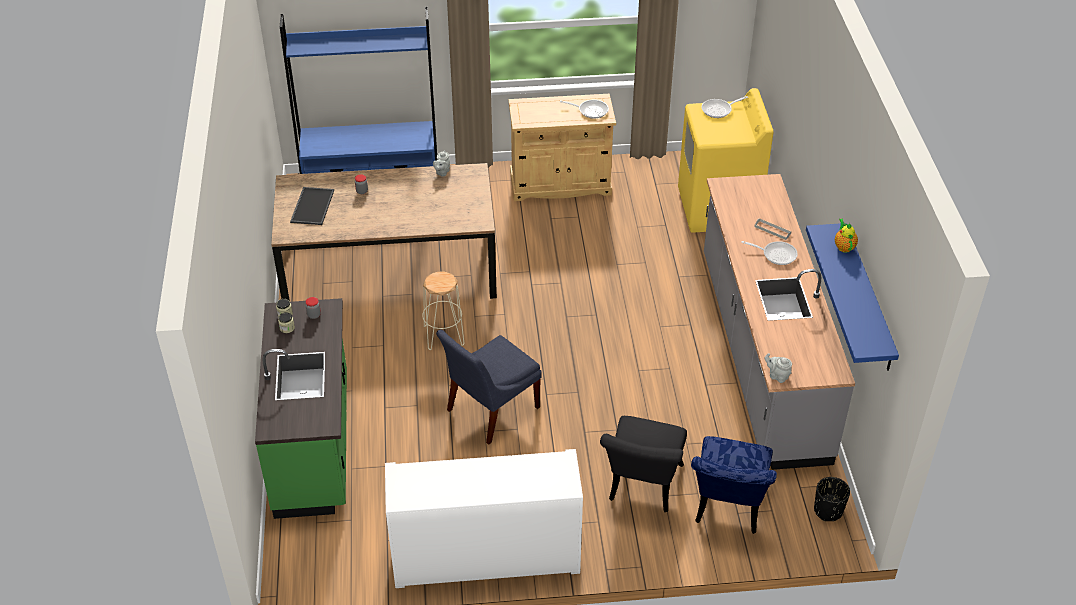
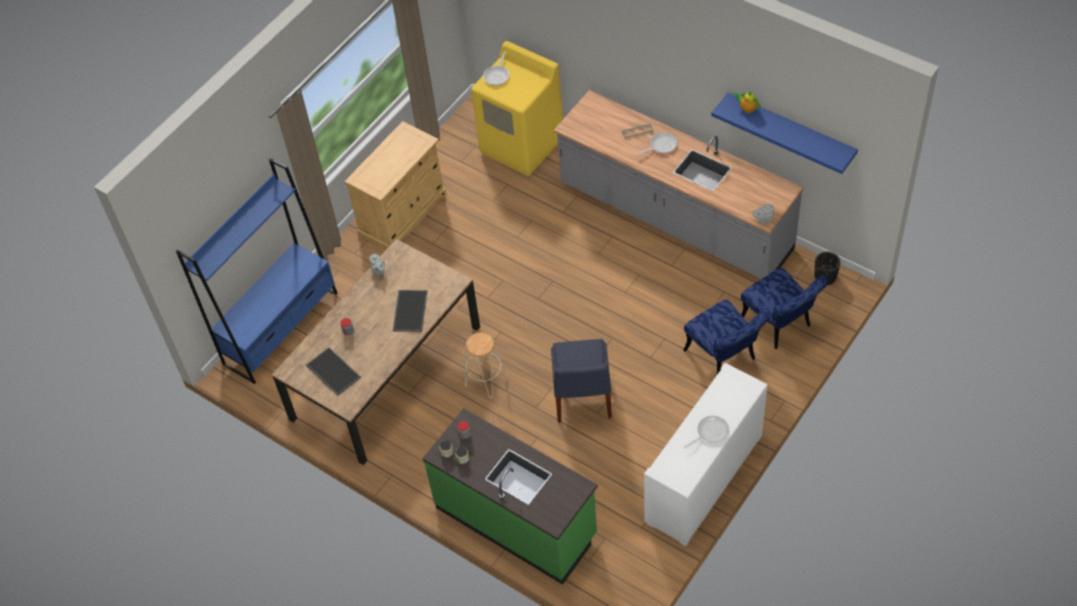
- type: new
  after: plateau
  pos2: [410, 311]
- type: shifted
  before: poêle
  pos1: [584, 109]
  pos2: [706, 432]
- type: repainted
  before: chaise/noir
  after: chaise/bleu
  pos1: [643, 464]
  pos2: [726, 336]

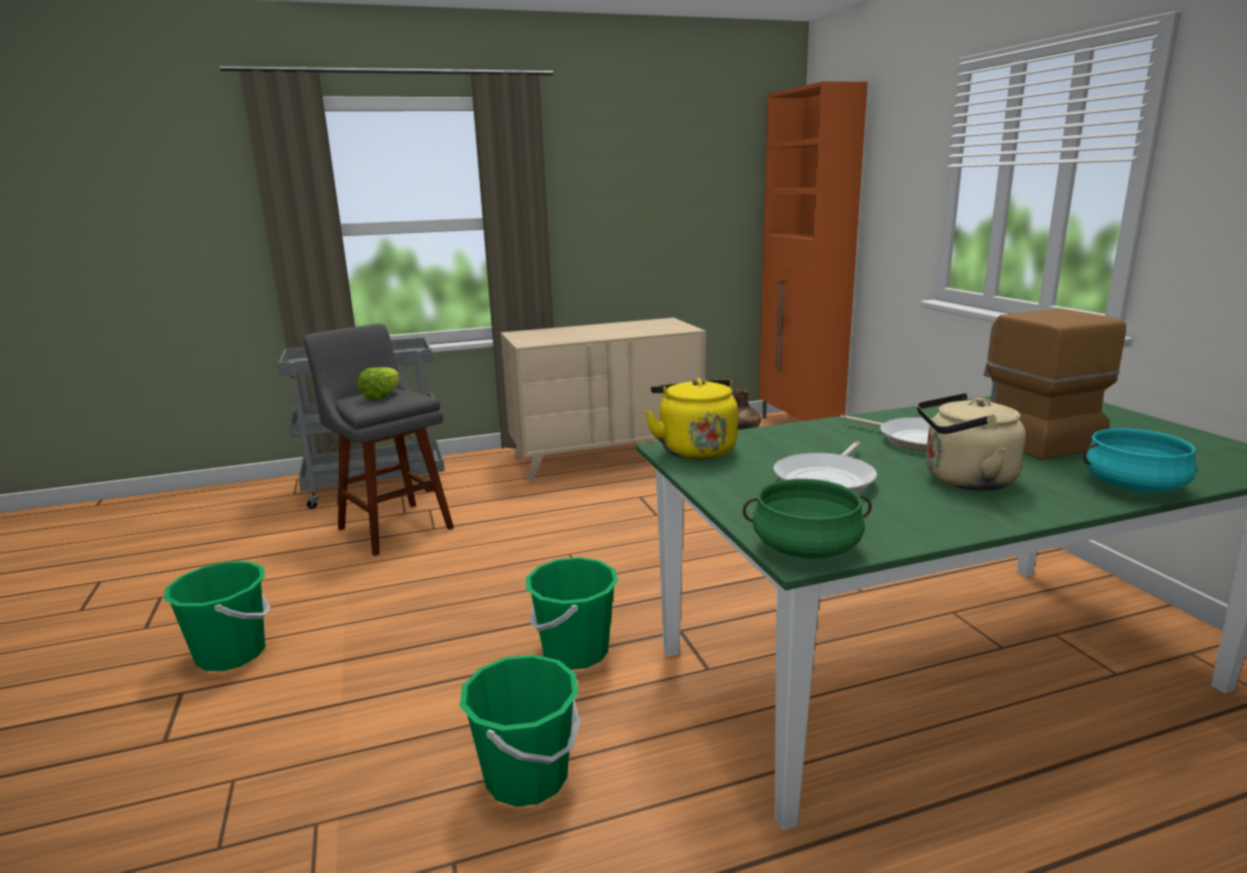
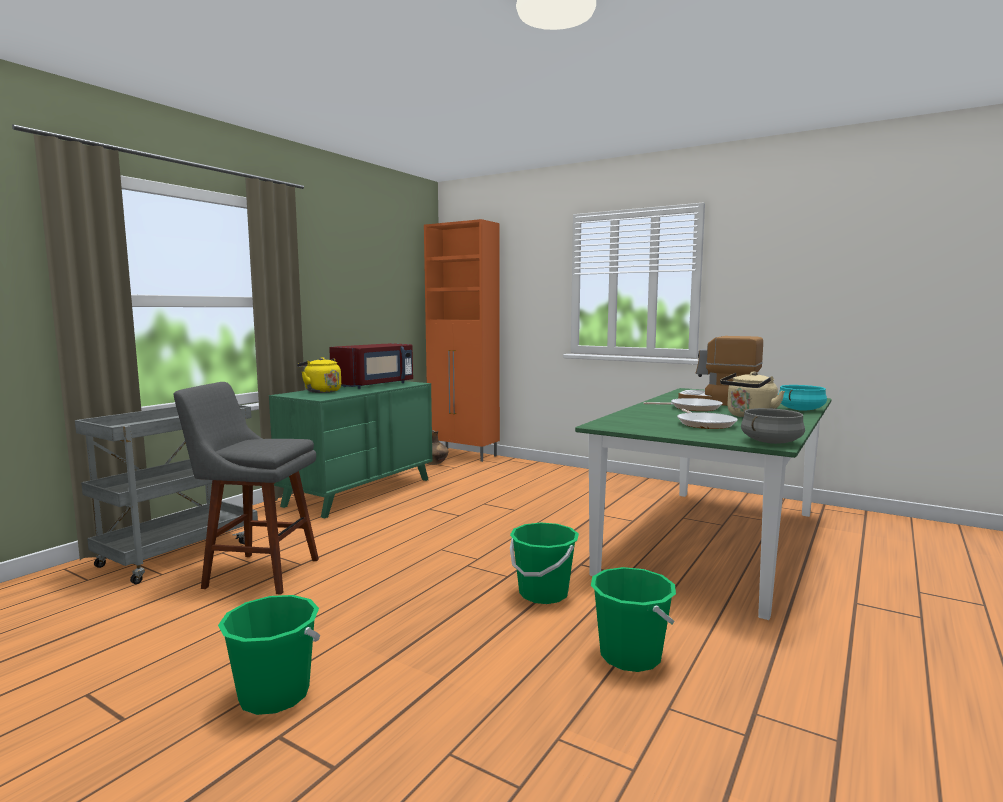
- type: gone
  before: laitue
  pos1: [378, 383]
- type: new
  after: micro-ondes/rouge
  pos2: [371, 366]
- type: shifted
  before: bouilloire/jaune
  pos1: [691, 419]
  pos2: [319, 375]
- type: repainted
  before: commode/beige
  after: commode/vert
  pos1: [603, 399]
  pos2: [350, 449]
- type: repainted
  before: marmite/vert
  after: marmite/gris
  pos1: [807, 519]
  pos2: [773, 426]

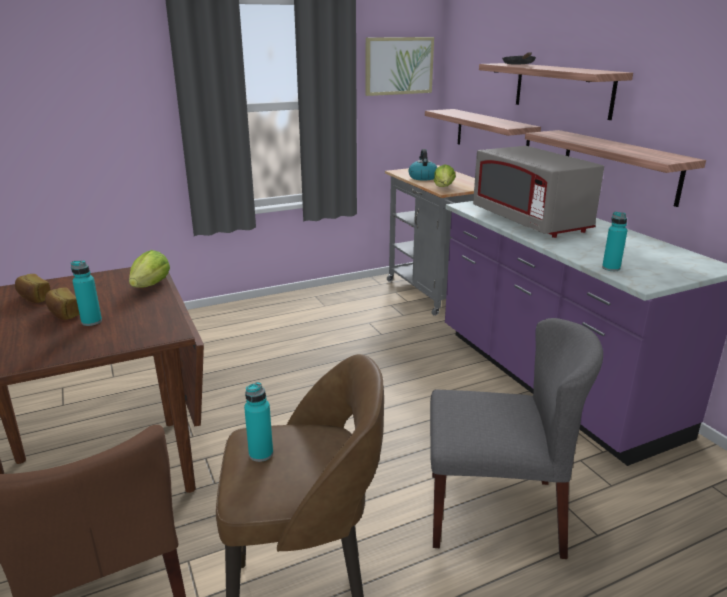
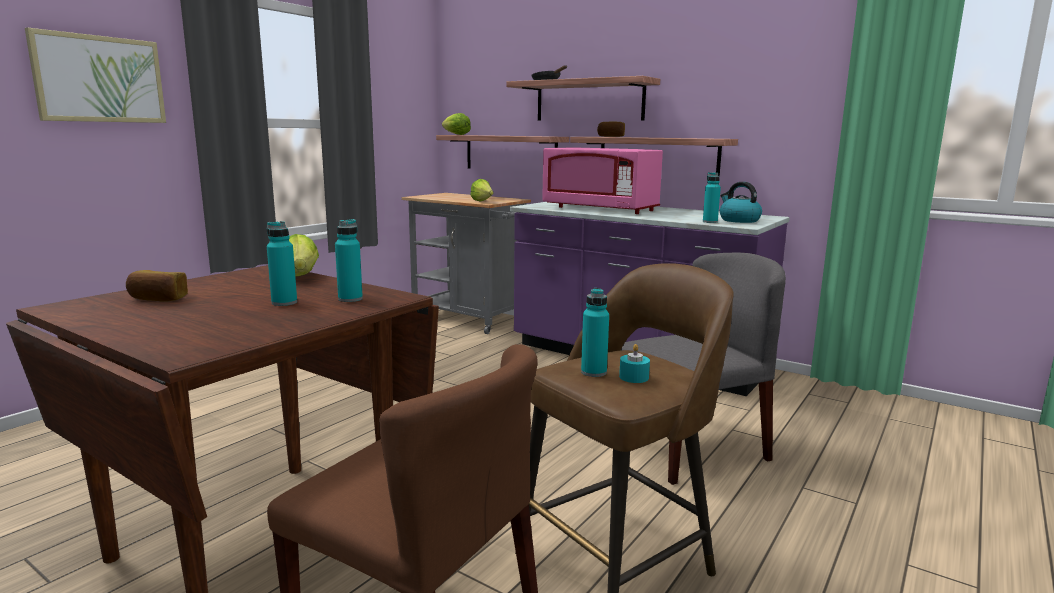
- type: new
  after: bouteille/turquoise
  pos2: [349, 260]
- type: new
  after: laitue
  pos2: [456, 124]
- type: new
  after: bougie/turquoise
  pos2: [634, 363]
- type: shifted
  before: pain
  pos1: [62, 303]
  pos2: [611, 129]
- type: shifted
  before: tableau
  pos1: [400, 66]
  pos2: [95, 75]
- type: shifted
  before: bouilloire
  pos1: [423, 165]
  pos2: [741, 202]
- type: repainted
  before: micro-ondes/gris
  after: micro-ondes/rose
  pos1: [538, 192]
  pos2: [602, 180]

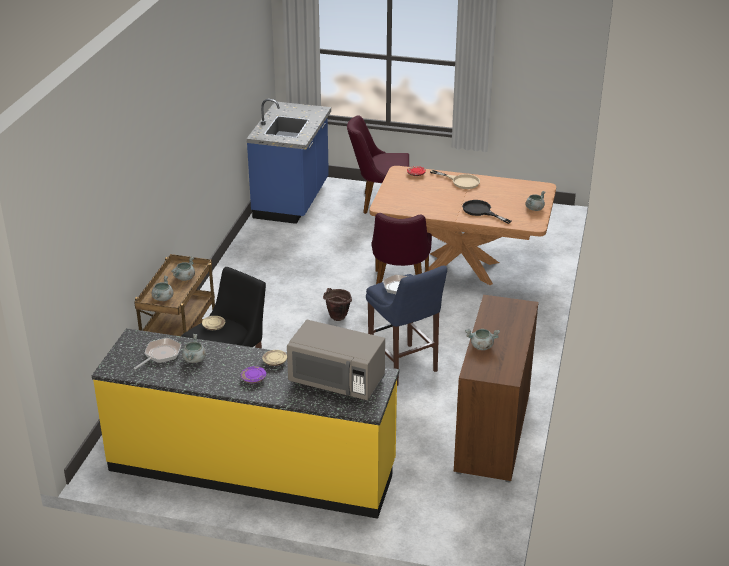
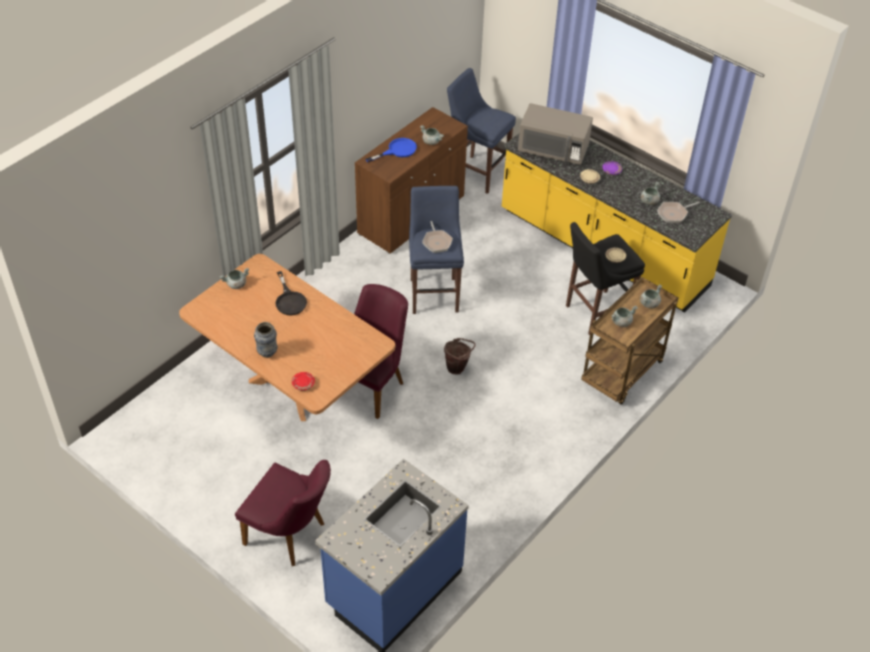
- type: new
  after: poêle/bleu
  pos2: [391, 150]
- type: new
  after: tabouret/bleu
  pos2: [481, 131]
- type: swapped
  before: poêle/beige
  after: vase
  pos1: [455, 179]
  pos2: [266, 340]
- type: rotated
  before: micro-ondes/gris
  pos1: [336, 360]
  pos2: [555, 134]
  turn: 150

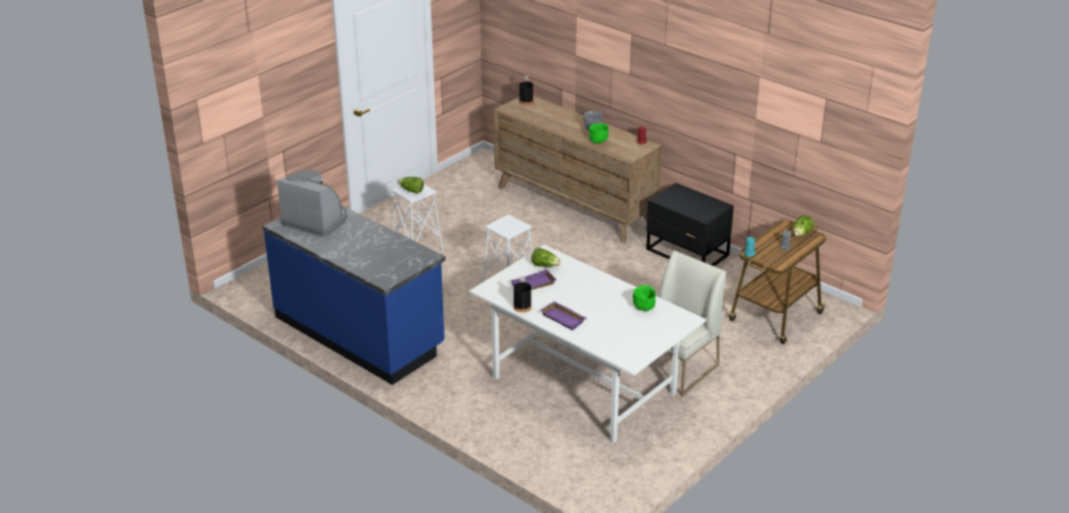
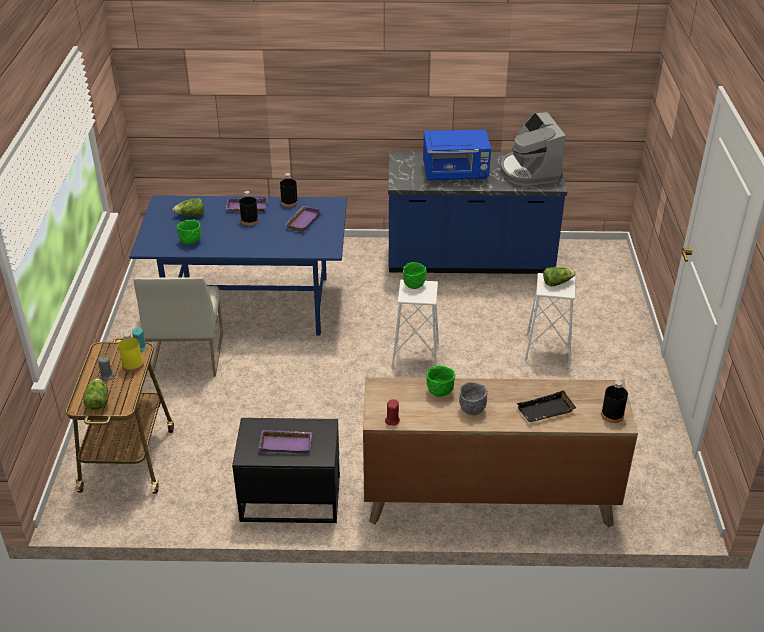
- type: new
  after: bouteille/jaune
  pos2: [131, 352]
- type: new
  after: bouteille/noir
  pos2: [248, 208]
- type: new
  after: plateau/violet
  pos2: [285, 442]
- type: new
  after: bol/vert
  pos2: [415, 275]
- type: new
  after: micro-ondes/bleu
  pos2: [457, 155]
- type: new
  after: plateau/noir
  pos2: [546, 406]
- type: shifted
  before: laitue
  pos1: [546, 257]
  pos2: [188, 207]
- type: repainted
  before: table à manger/blanc
  after: table à manger/bleu
  pos1: [587, 344]
  pos2: [238, 266]
- type: rotated
  before: machine à café
  pos1: [312, 203]
  pos2: [533, 149]
  turn: 90

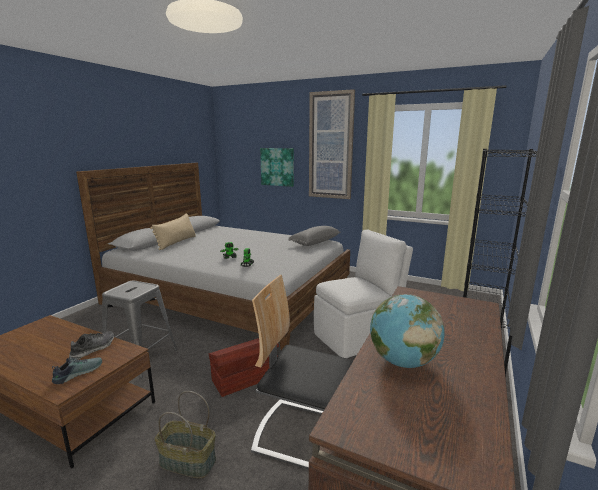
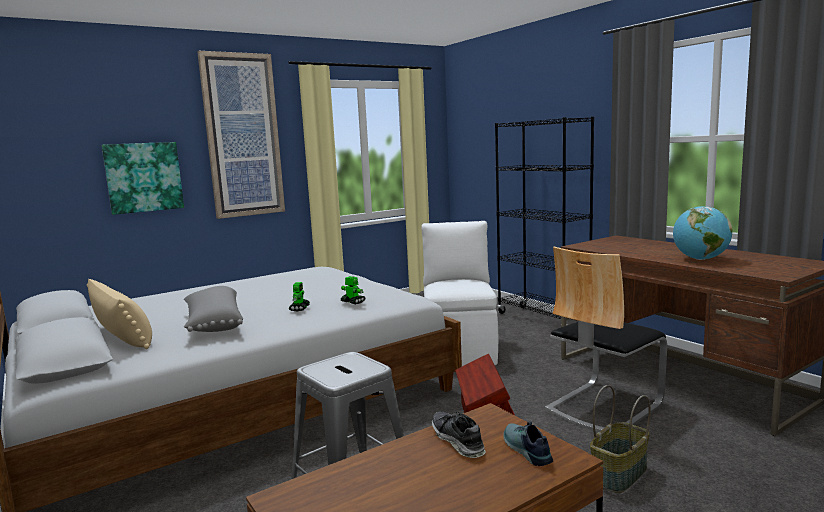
- type: shifted
  before: coussin/gris
  pos1: [314, 236]
  pos2: [213, 309]

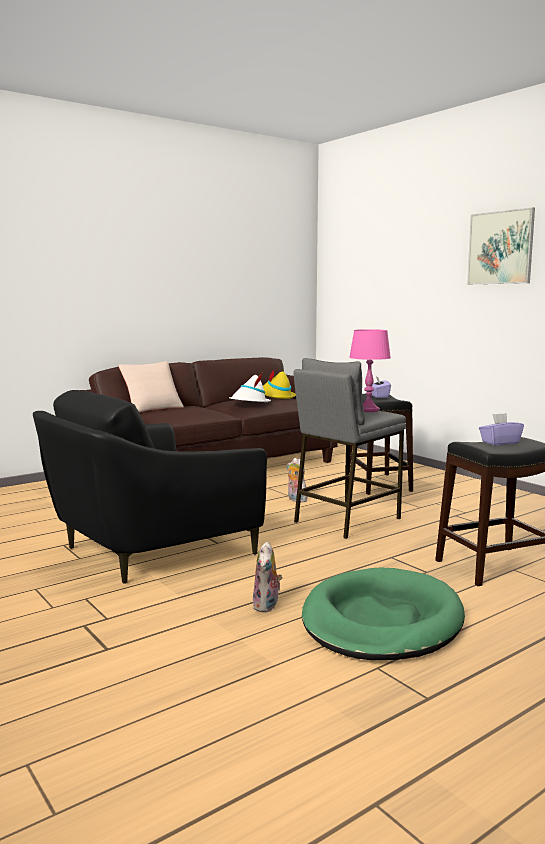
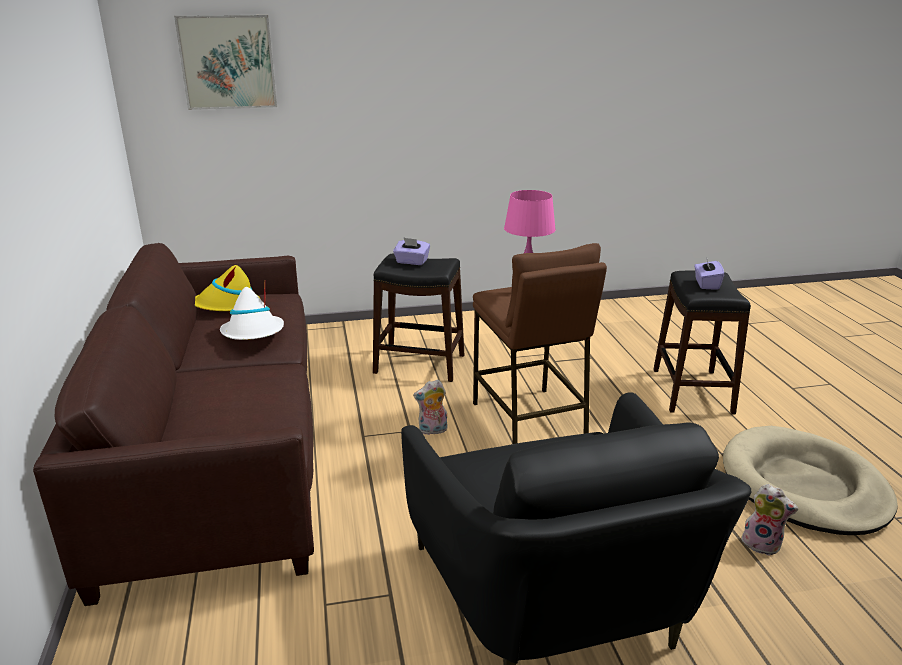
- type: gone
  before: coussin/beige
  pos1: [151, 387]
- type: shifted
  before: tableau
  pos1: [501, 245]
  pos2: [225, 62]
- type: repainted
  before: tabouret/gris
  after: tabouret/marron
  pos1: [349, 448]
  pos2: [540, 343]
- type: repainted
  before: panier pour chien/vert
  after: panier pour chien/beige
  pos1: [383, 614]
  pos2: [810, 480]

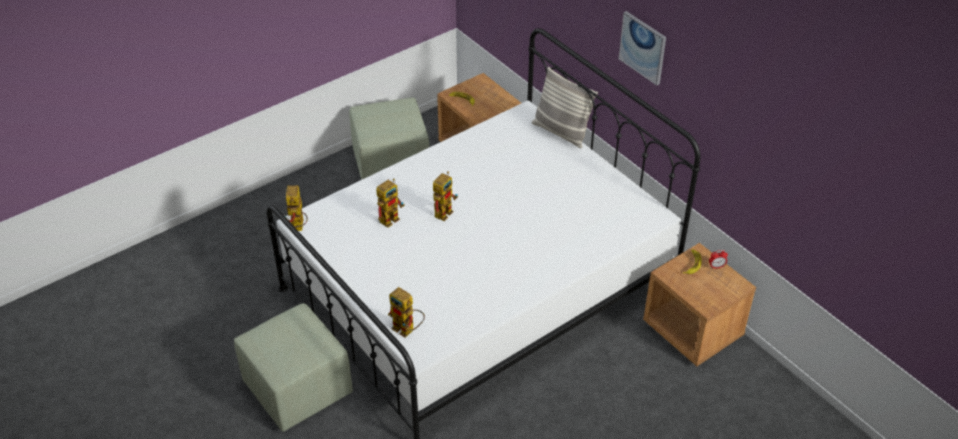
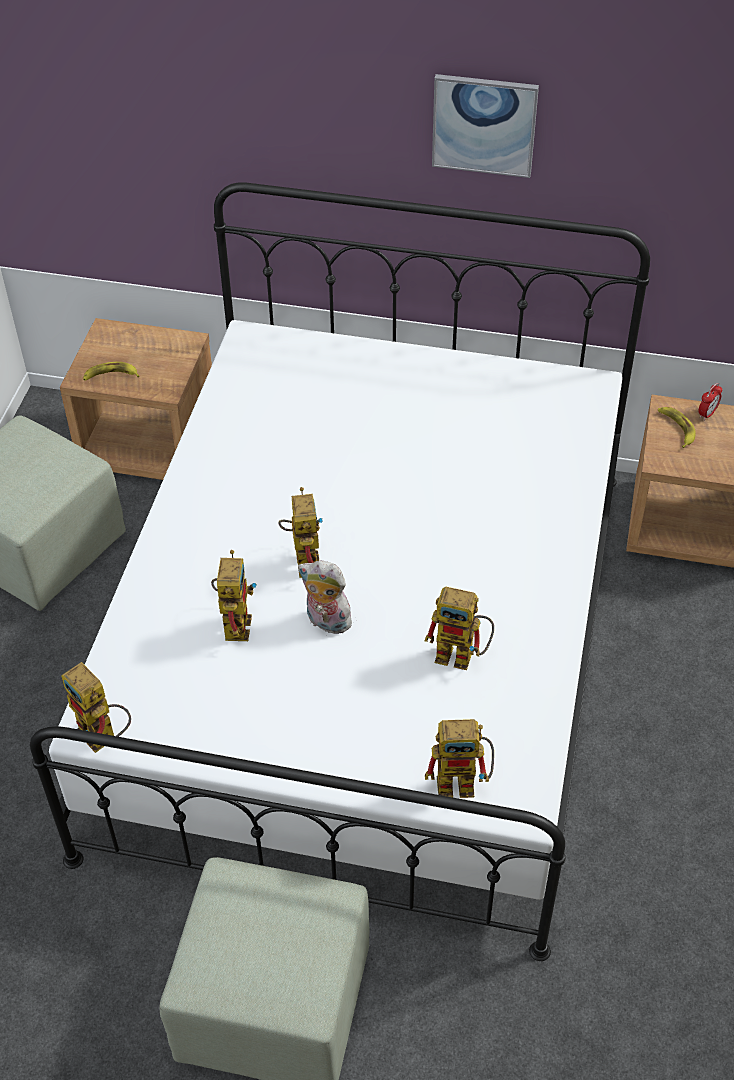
- type: gone
  before: coussin
  pos1: [565, 107]
- type: new
  after: peluche
  pos2: [325, 597]
- type: new
  after: robot jouet
  pos2: [459, 628]

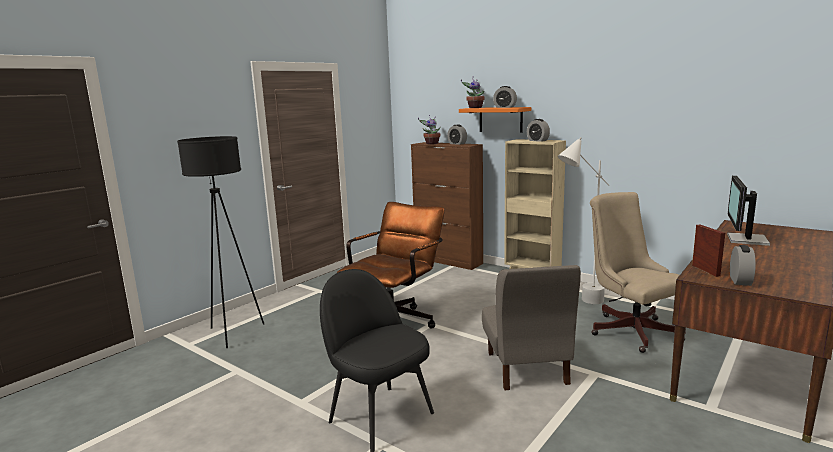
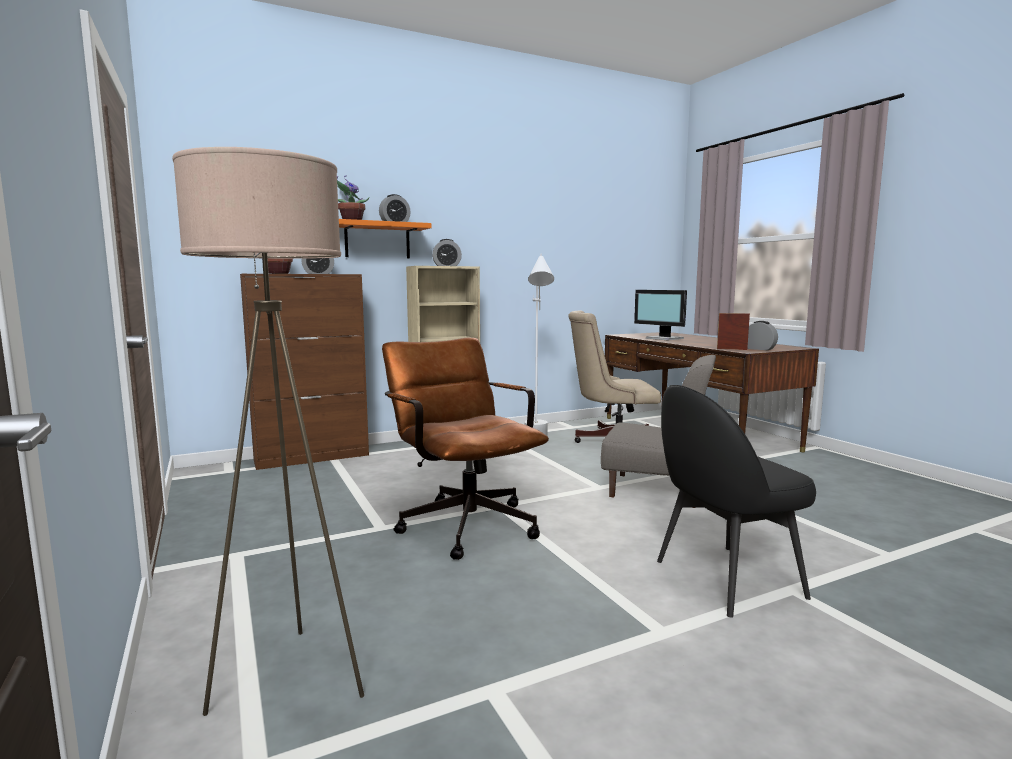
- type: repainted
  before: lampadaire/noir
  after: lampadaire/beige
  pos1: [220, 242]
  pos2: [268, 431]

